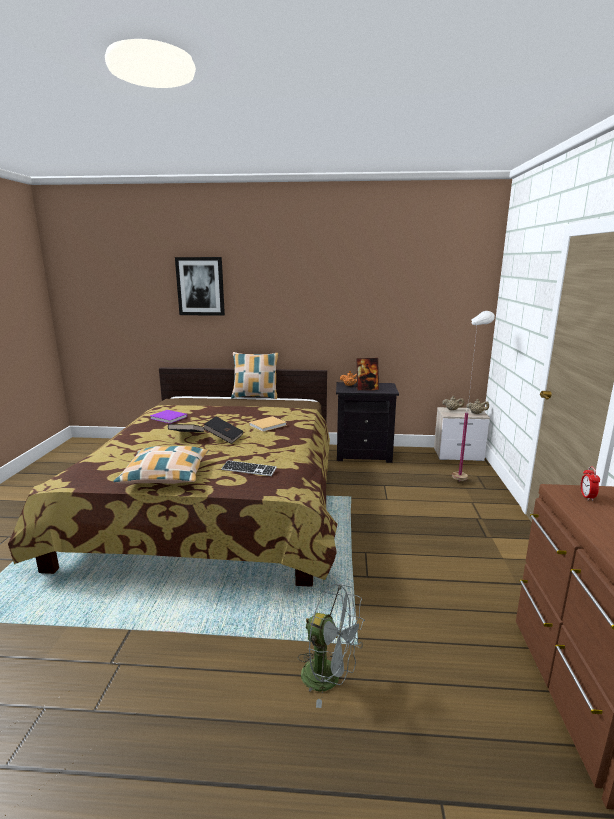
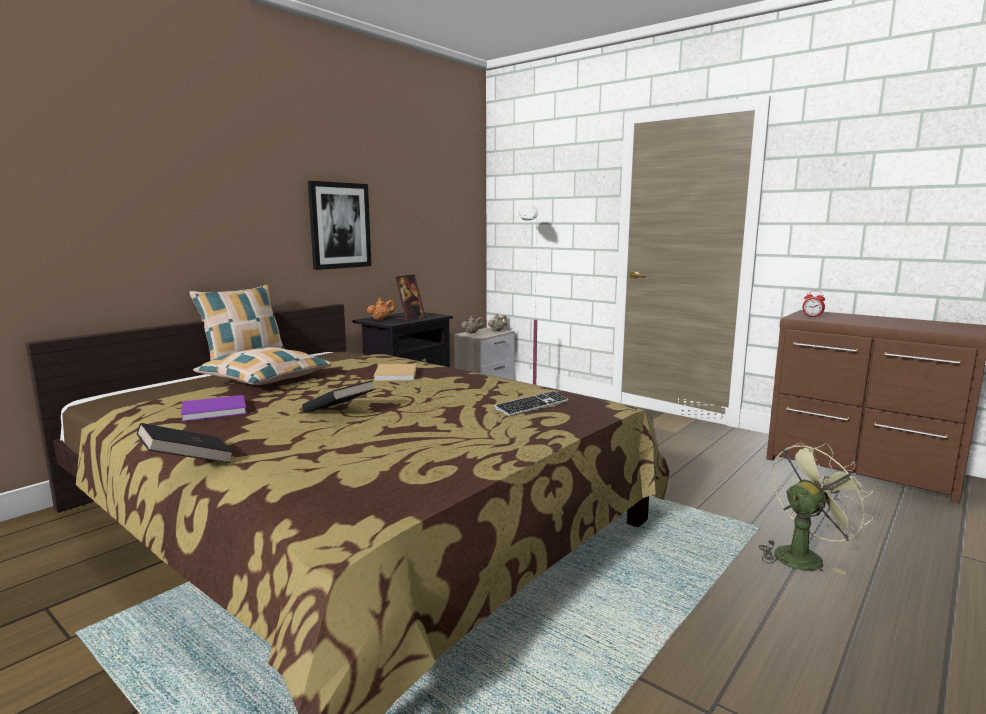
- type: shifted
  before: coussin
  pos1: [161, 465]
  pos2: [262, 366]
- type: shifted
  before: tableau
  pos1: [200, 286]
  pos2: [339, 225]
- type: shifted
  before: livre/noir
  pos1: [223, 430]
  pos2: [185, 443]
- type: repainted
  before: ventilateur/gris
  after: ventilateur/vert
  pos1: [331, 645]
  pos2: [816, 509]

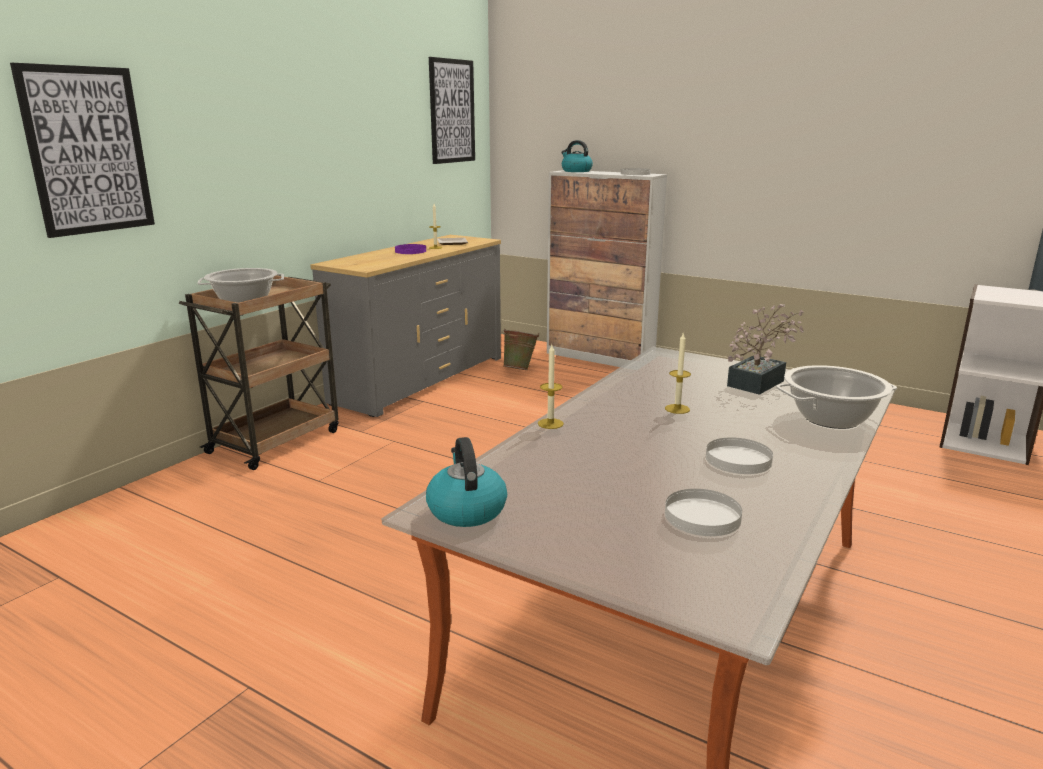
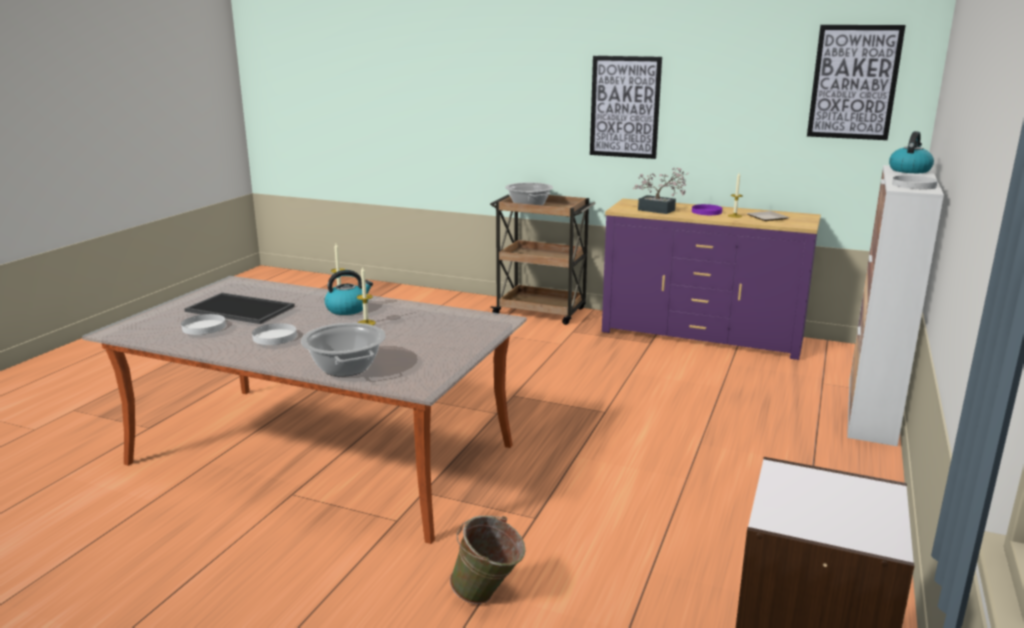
- type: new
  after: plateau
  pos2: [240, 308]
- type: shifted
  before: tableau
  pos1: [82, 150]
  pos2: [626, 107]
- type: shifted
  before: bouilloire
  pos1: [466, 482]
  pos2: [348, 292]
- type: shifted
  before: seau/vert
  pos1: [520, 349]
  pos2: [488, 560]
- type: shifted
  before: plante en pot
  pos1: [765, 349]
  pos2: [661, 191]
- type: repainted
  before: commode/gris
  after: commode/violet
  pos1: [405, 326]
  pos2: [711, 279]

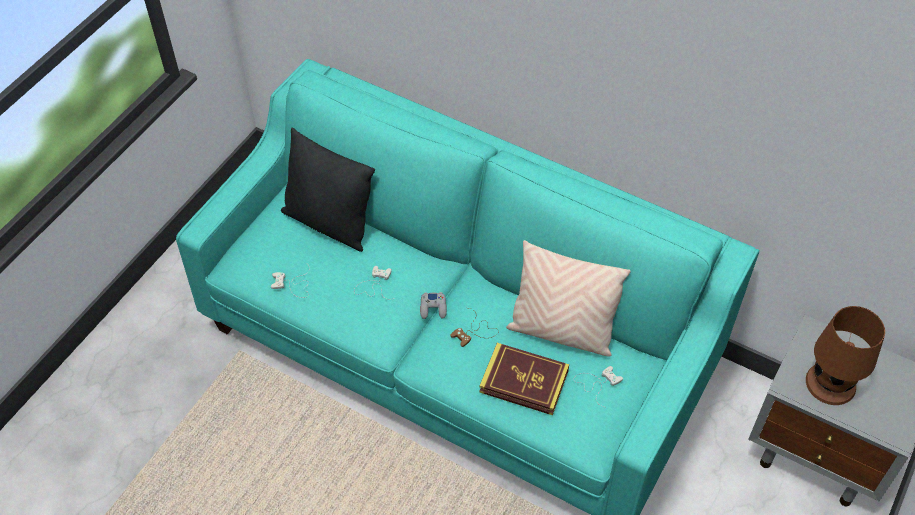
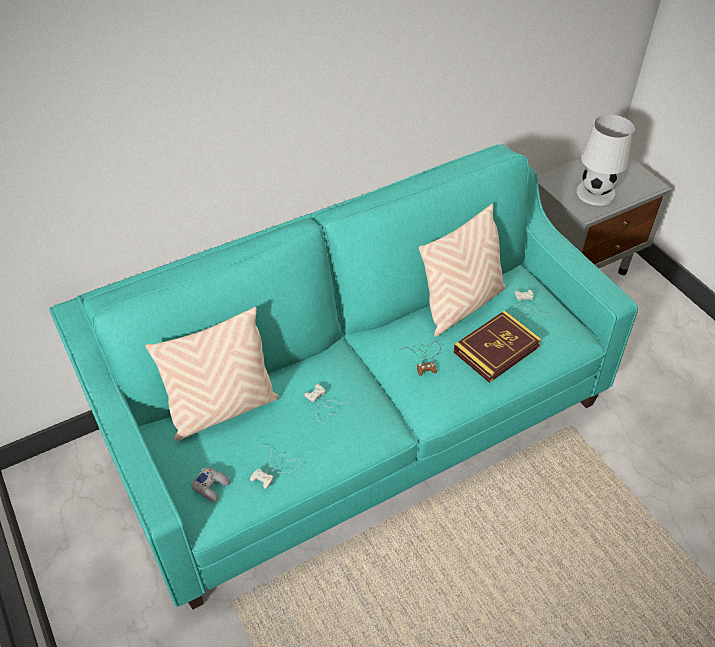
- type: shifted
  before: manette/gris
  pos1: [433, 305]
  pos2: [210, 485]
- type: repainted
  before: coussin/noir
  after: coussin/beige
  pos1: [328, 190]
  pos2: [212, 374]
- type: repainted
  before: lampe de table/marron
  after: lampe de table/blanc
  pos1: [845, 355]
  pos2: [605, 160]

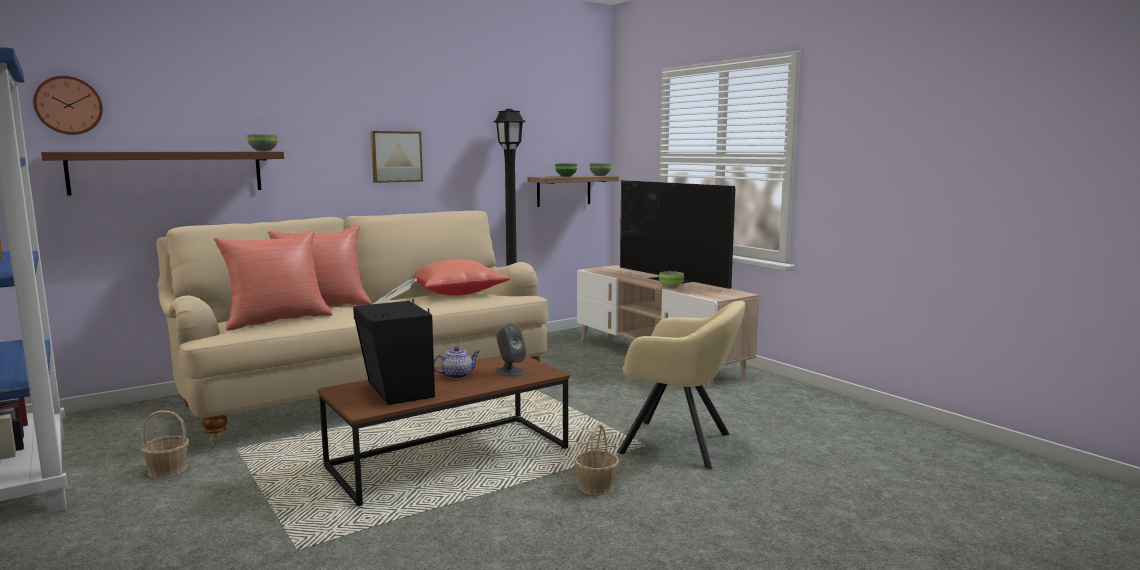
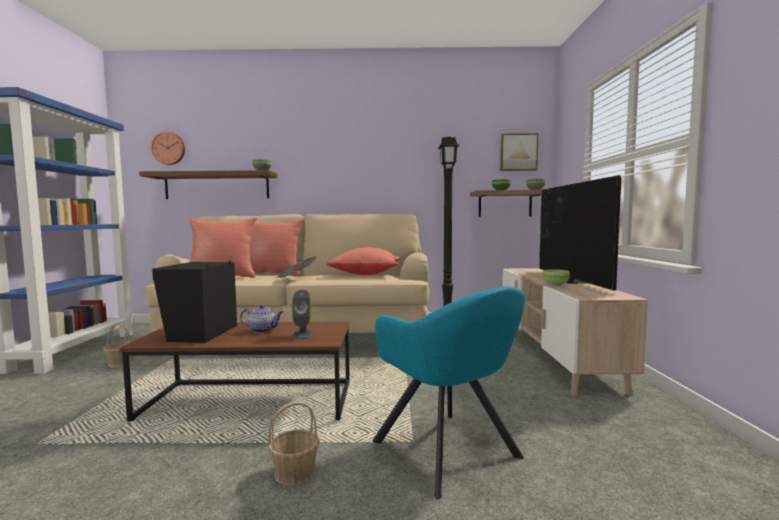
- type: shifted
  before: tableau
  pos1: [397, 157]
  pos2: [519, 152]
- type: repainted
  before: fauteuil/beige
  after: fauteuil/turquoise
  pos1: [681, 385]
  pos2: [449, 392]

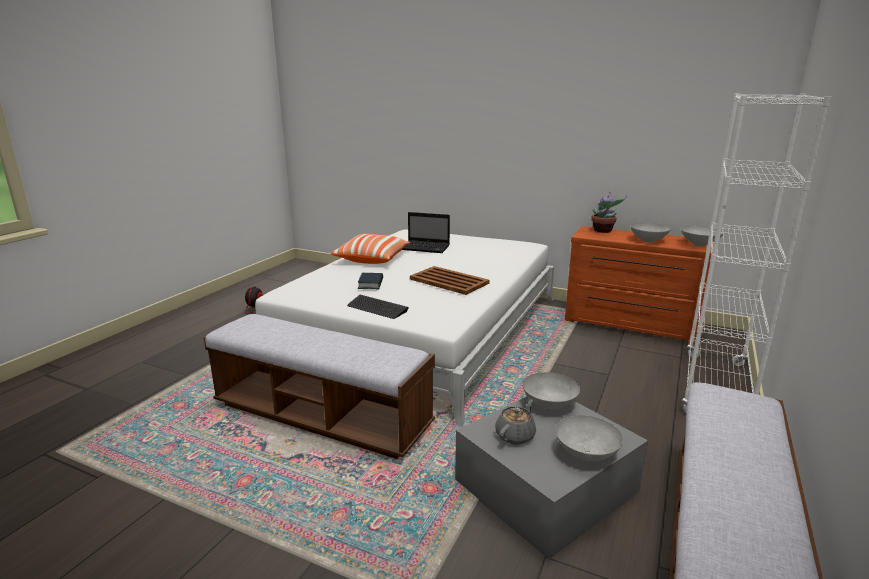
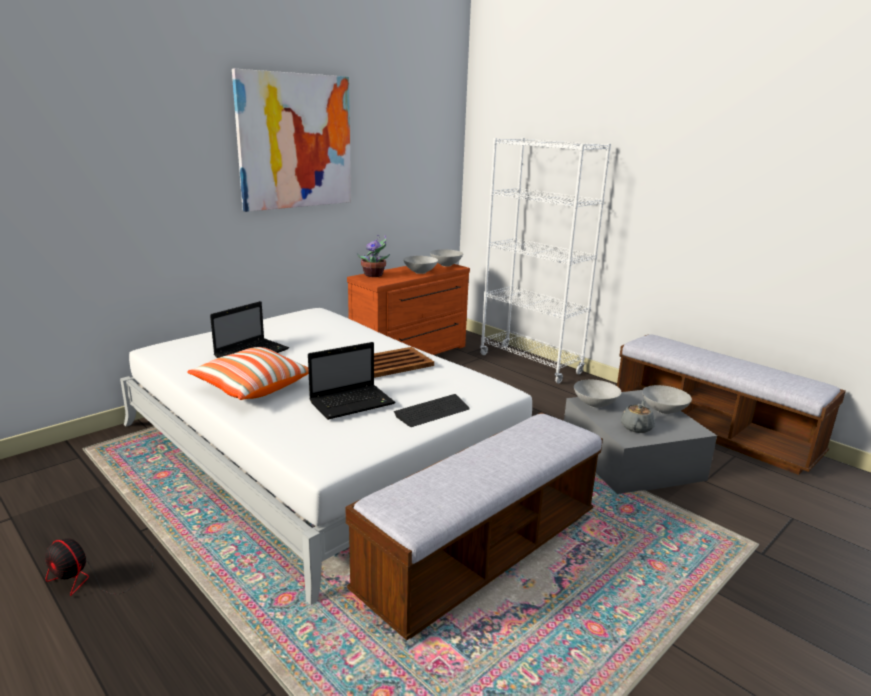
- type: new
  after: tableau
  pos2: [291, 140]
- type: swapped
  before: livre
  after: ordinateur portable
  pos1: [370, 281]
  pos2: [351, 381]
- type: rotated
  before: théière/gris
  pos1: [515, 421]
  pos2: [638, 416]
  turn: 60

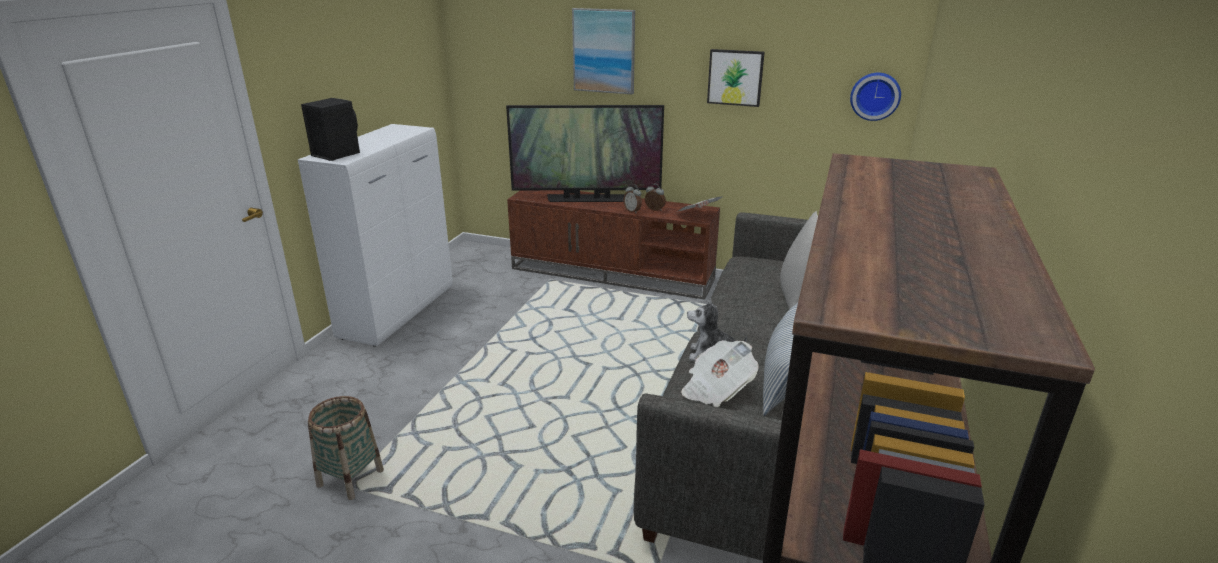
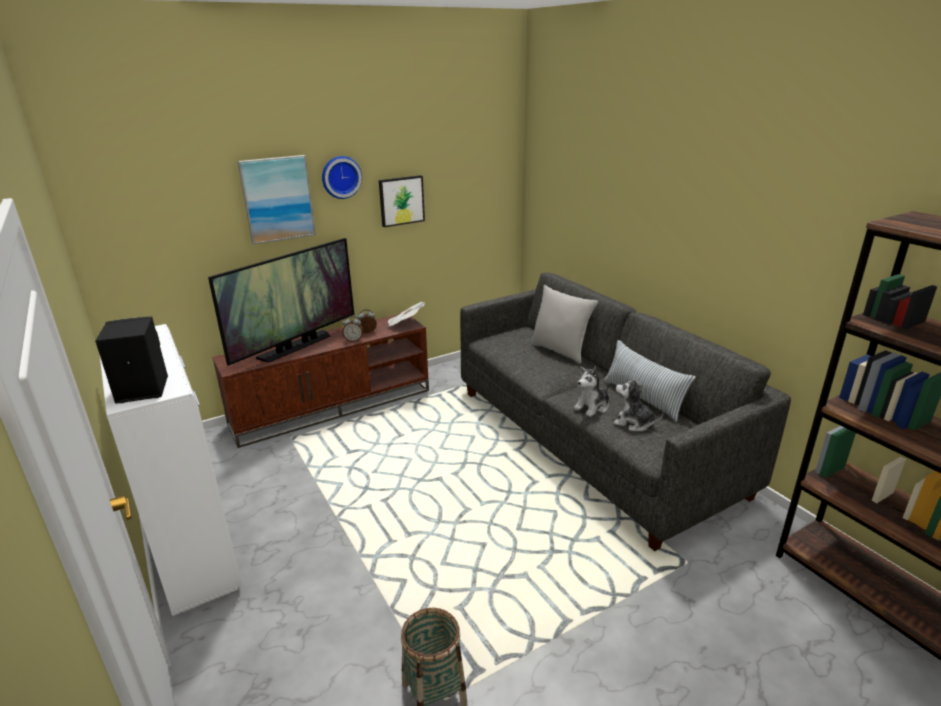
- type: shifted
  before: horloge murale
  pos1: [875, 97]
  pos2: [342, 177]
- type: swapped
  before: journal
  after: peluche
  pos1: [720, 373]
  pos2: [639, 404]

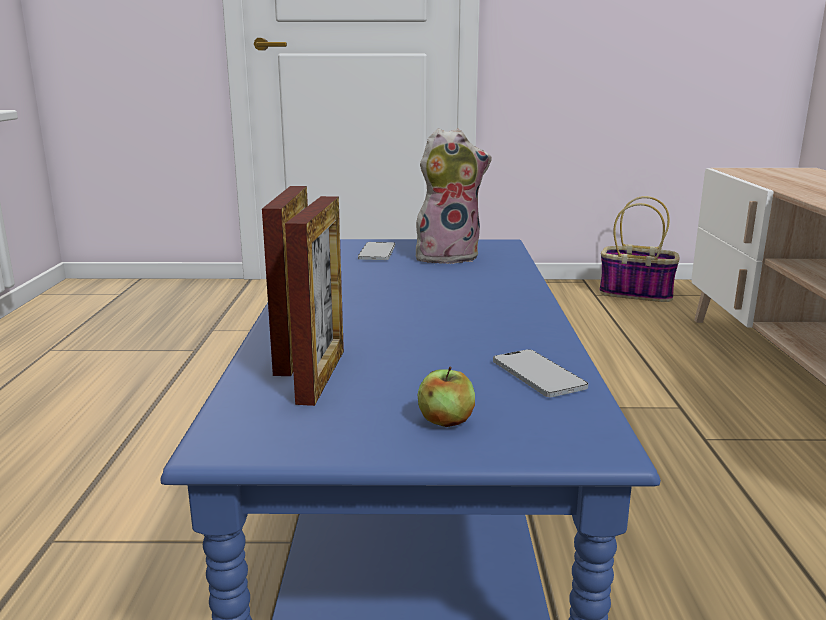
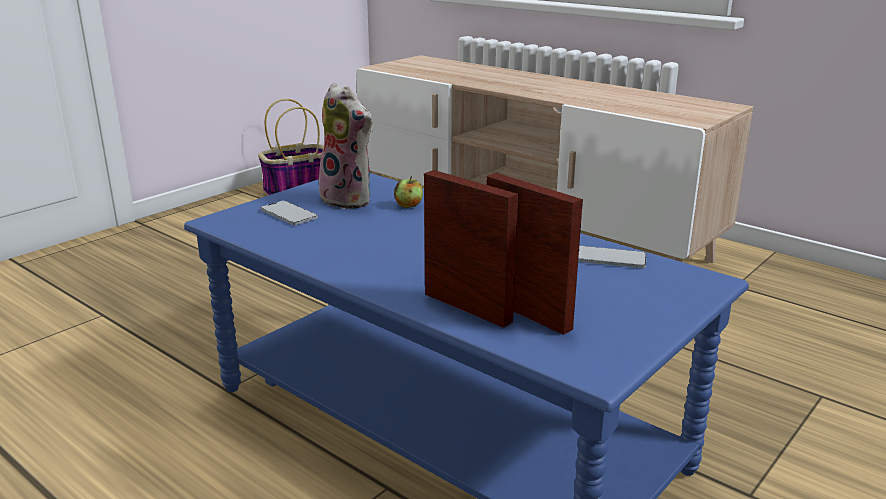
- type: shifted
  before: pomme
  pos1: [446, 396]
  pos2: [408, 192]
- type: rotated
  before: peluche
  pos1: [454, 196]
  pos2: [346, 146]
  turn: 105

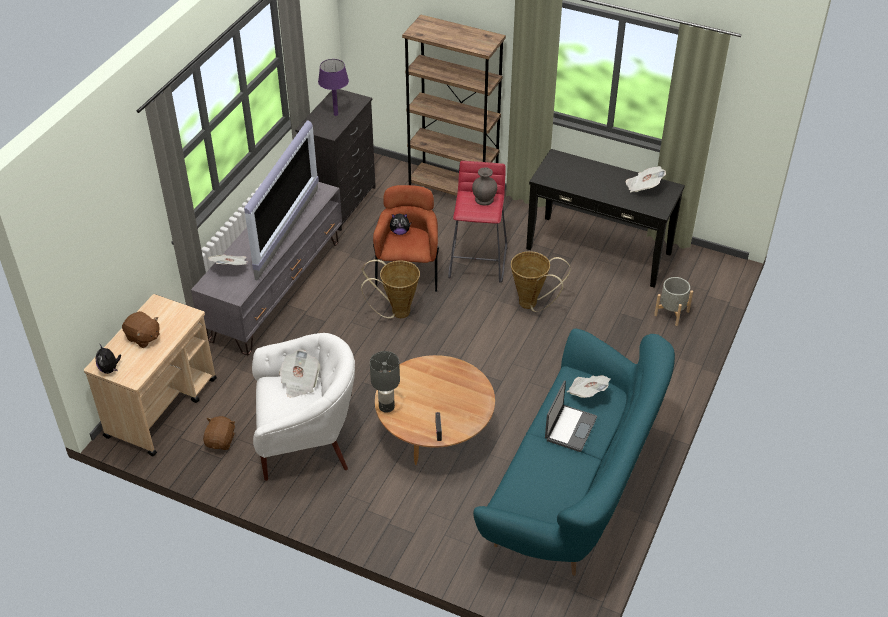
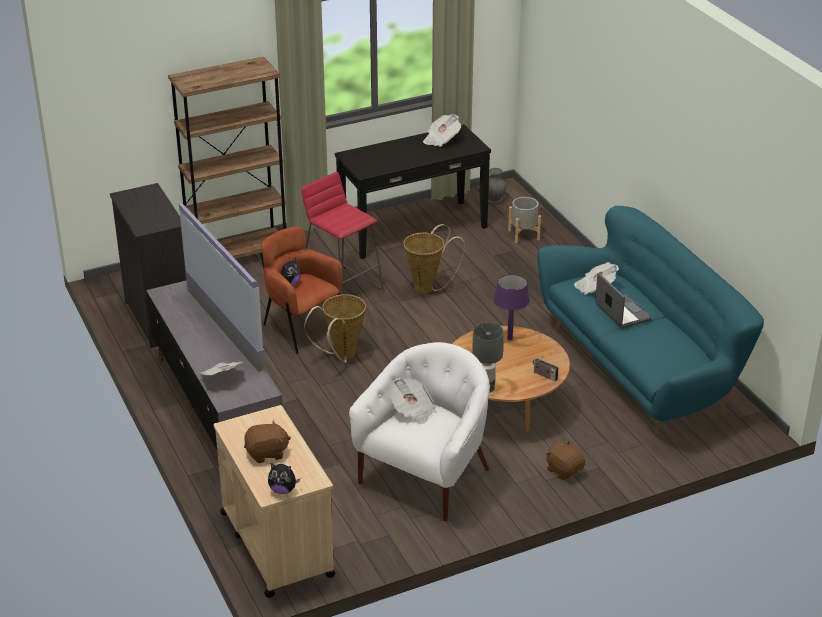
- type: shifted
  before: peluche/marron
  pos1: [219, 433]
  pos2: [565, 460]
- type: shifted
  before: lampe de table/violet
  pos1: [333, 87]
  pos2: [512, 307]
- type: shifted
  before: vase/gris
  pos1: [484, 186]
  pos2: [497, 186]

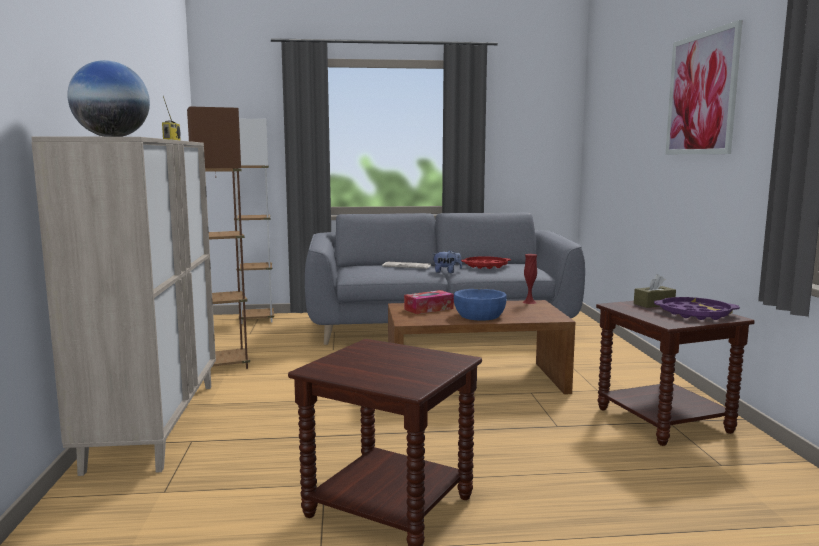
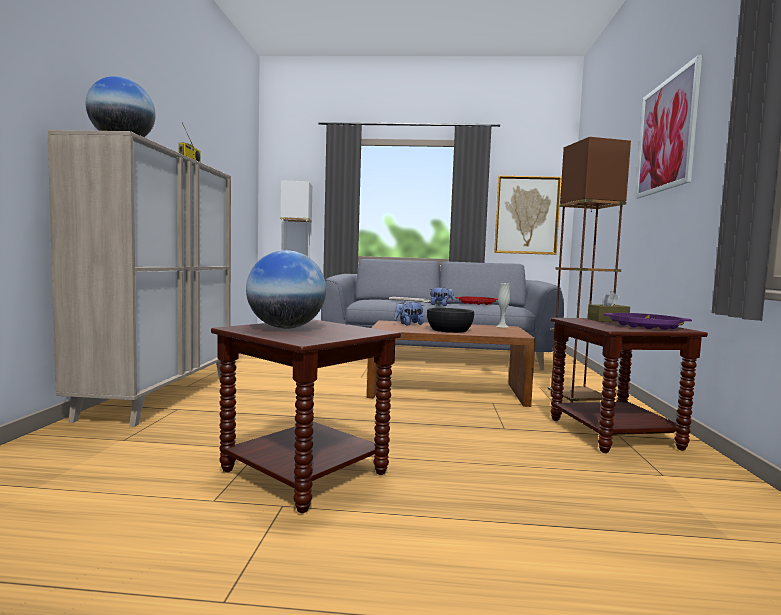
- type: new
  after: globe
  pos2: [286, 289]
- type: new
  after: tableau
  pos2: [528, 215]
- type: shifted
  before: lampadaire/marron
  pos1: [218, 237]
  pos2: [589, 270]
- type: swapped
  before: boîte à mouchoirs
  after: peluche
  pos1: [429, 302]
  pos2: [409, 313]
- type: repainted
  before: bol/bleu
  after: bol/noir
  pos1: [480, 304]
  pos2: [450, 320]
- type: repainted
  before: vase/rouge
  after: vase/blanc
  pos1: [530, 279]
  pos2: [503, 305]

